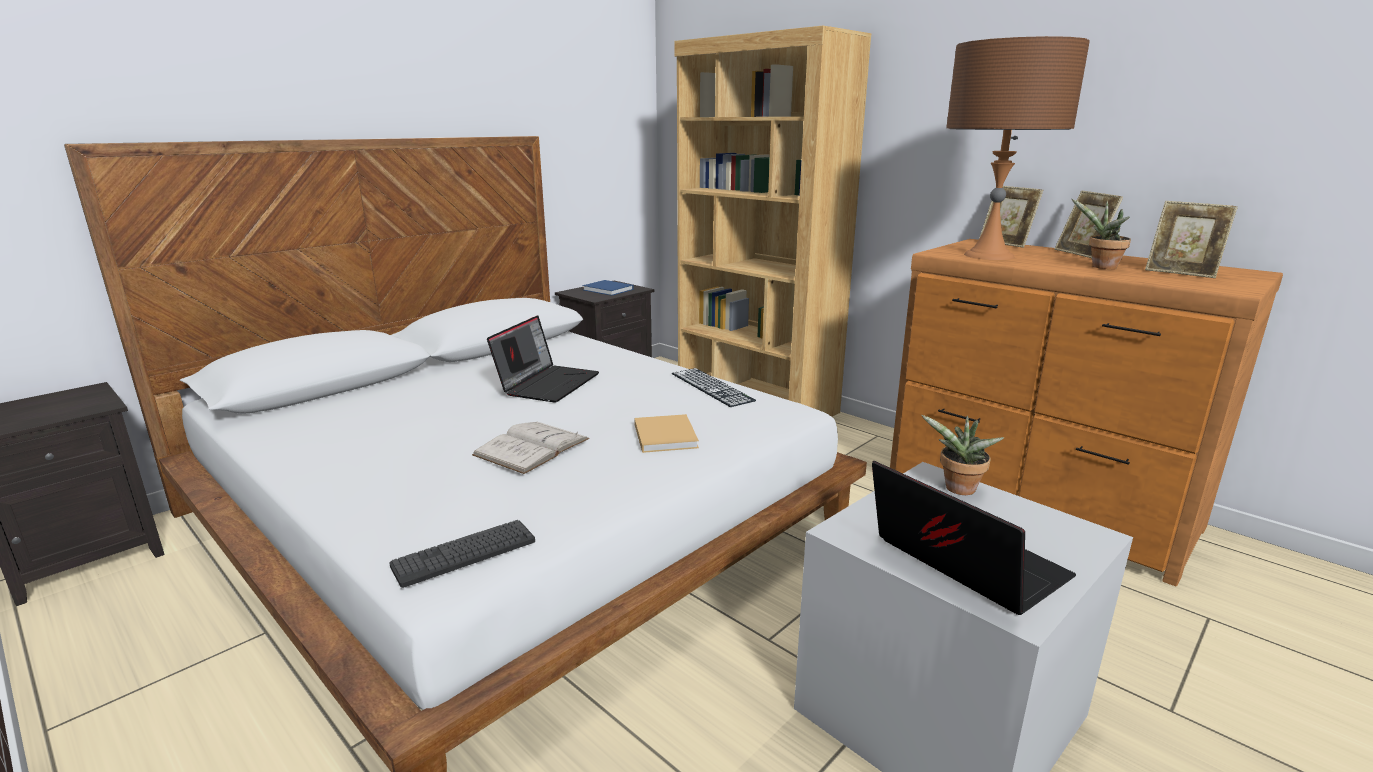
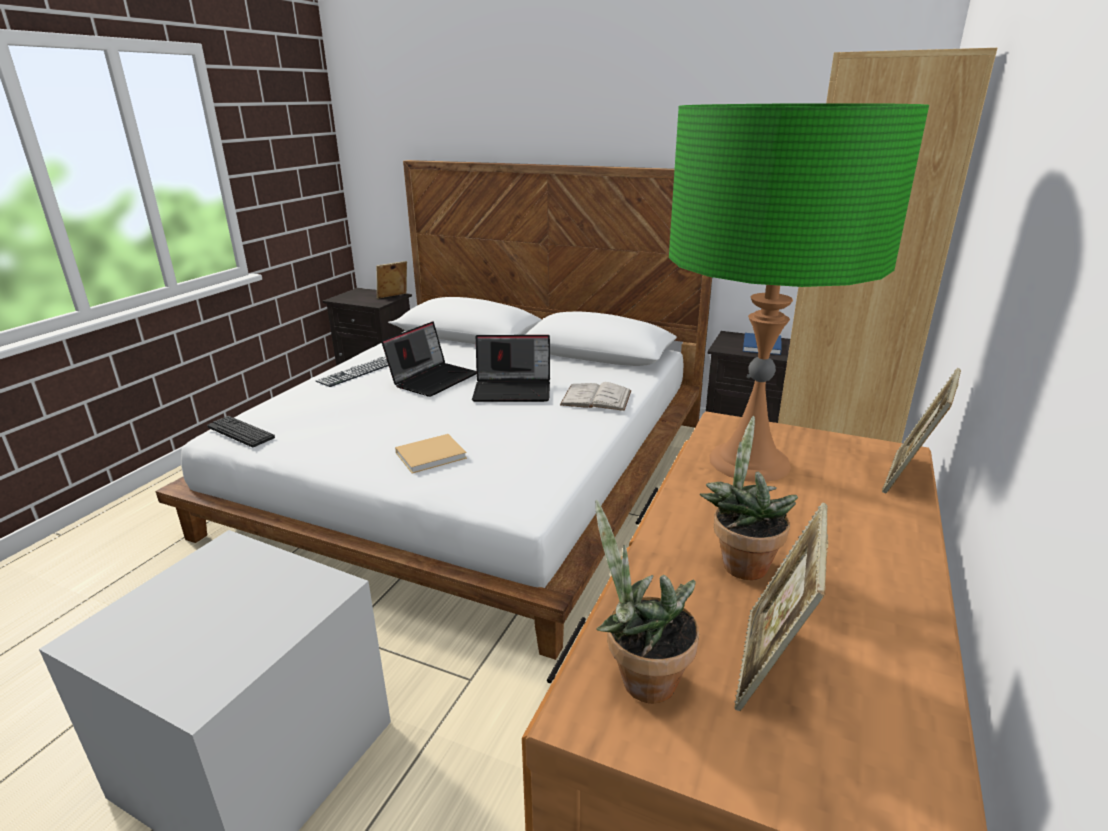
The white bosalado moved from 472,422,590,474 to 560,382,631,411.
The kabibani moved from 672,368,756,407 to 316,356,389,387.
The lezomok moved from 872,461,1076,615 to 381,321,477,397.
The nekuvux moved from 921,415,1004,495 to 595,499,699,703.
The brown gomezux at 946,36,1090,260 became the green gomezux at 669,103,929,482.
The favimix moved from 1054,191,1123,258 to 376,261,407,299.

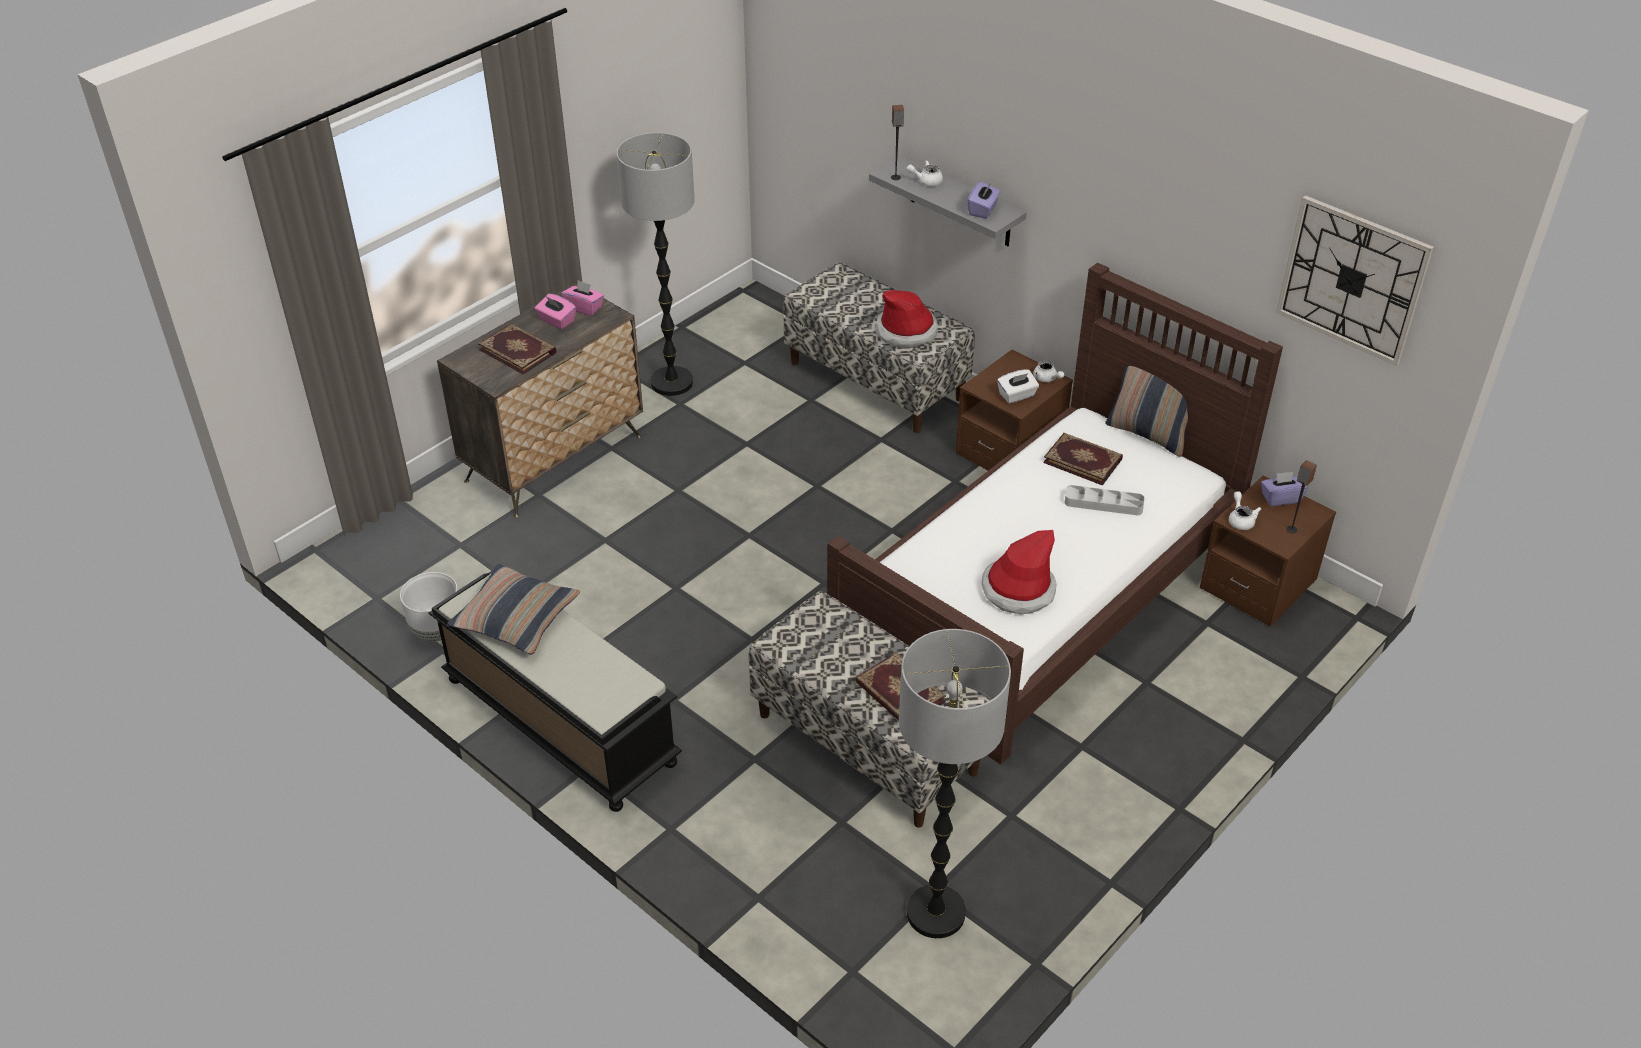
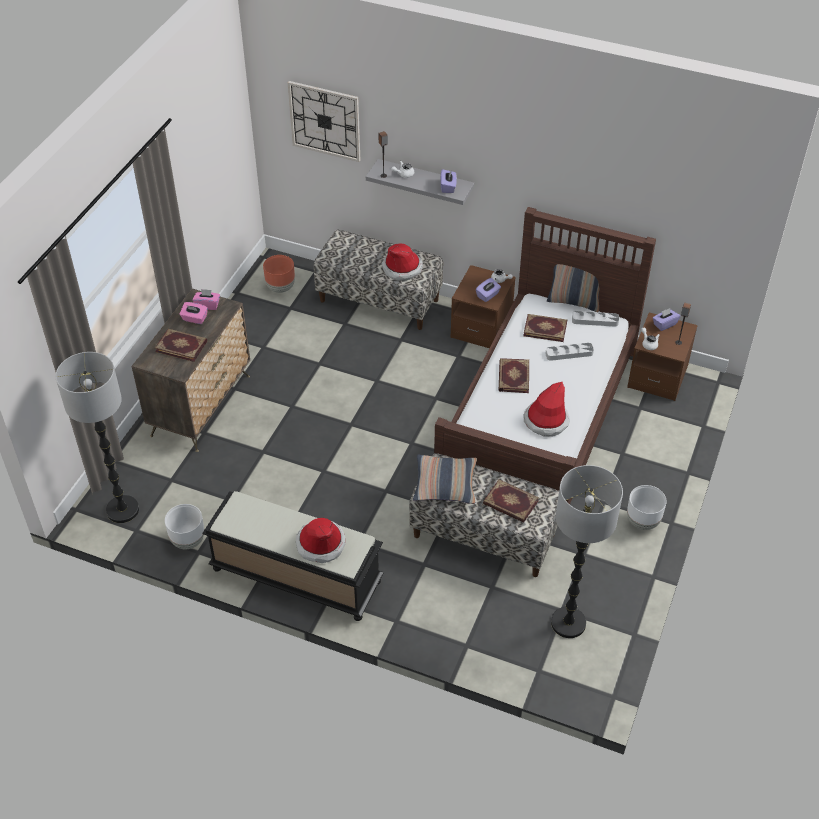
The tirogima moved from 447,564,580,655 to 413,455,477,504.
The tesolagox moved from 617,133,695,396 to 56,352,139,523.
The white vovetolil at 997,369,1039,403 became the purple vovetolil at 476,278,501,302.
The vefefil moved from 1276,195,1434,366 to 288,81,360,162.
The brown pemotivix at 263,255,295,293 appeared.
The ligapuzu at 296,518,345,563 appeared.
The bosalado at 499,358,529,393 appeared.
The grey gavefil at 572,311,619,327 appeared.
The white pemotivix at 627,485,667,530 appeared.

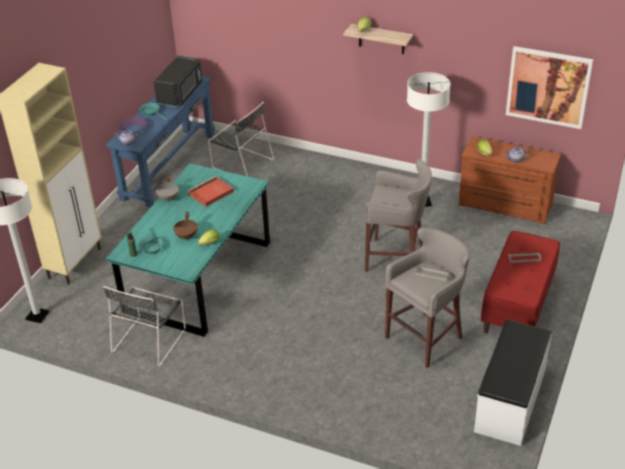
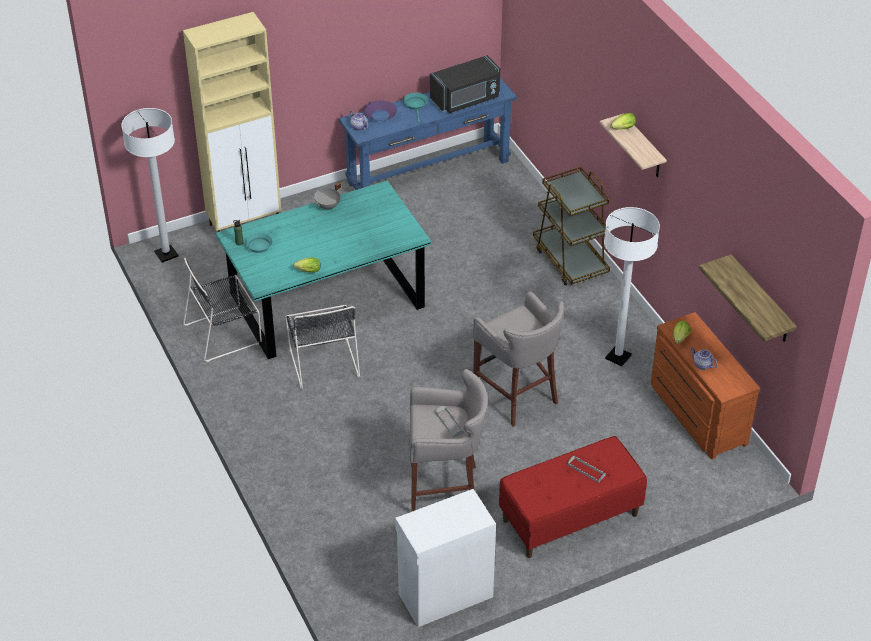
The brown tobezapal at 173,212,198,240 disappeared.
The red gavefil at 188,176,234,207 disappeared.
The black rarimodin moved from 208,102,274,176 to 285,305,360,389.
The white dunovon at 474,319,552,446 was replaced by the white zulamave at 395,489,496,627.
The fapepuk at 506,46,593,129 was replaced by the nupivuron at 699,254,797,342.
The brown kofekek at 533,167,610,286 appeared.

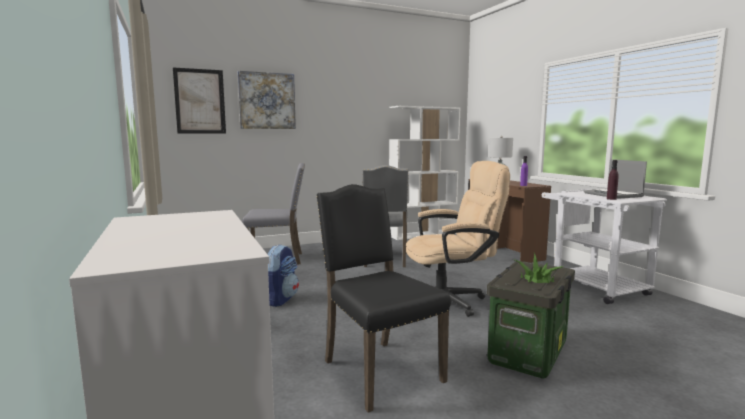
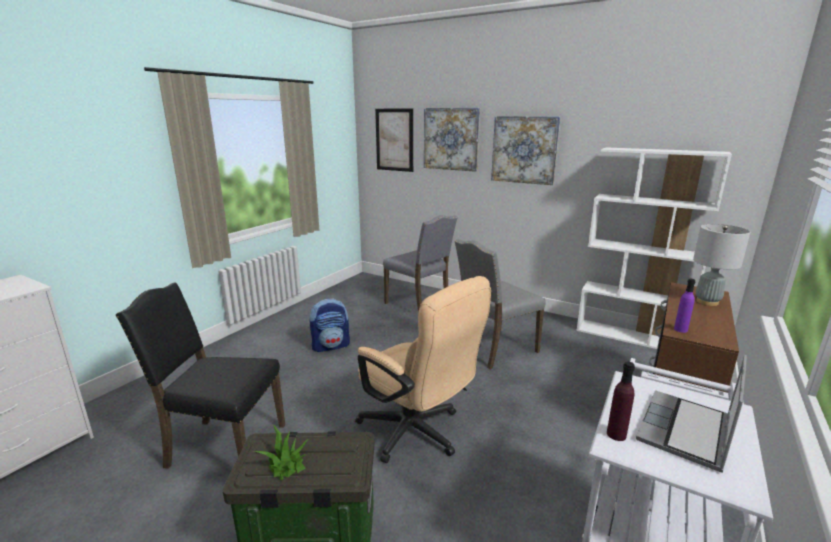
The black rarimodin at 317,184,451,413 turned 105 degrees counterclockwise.
The fapepuk at 491,116,561,185 appeared.

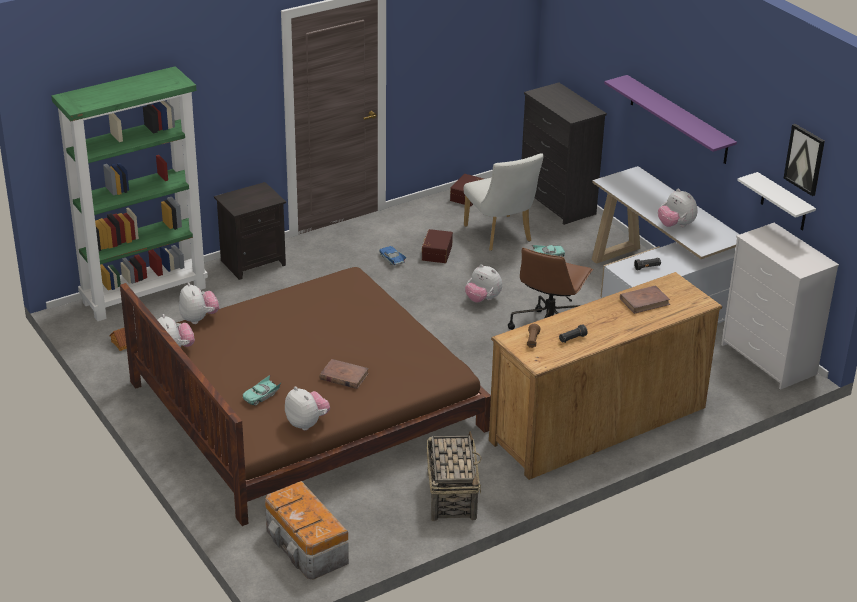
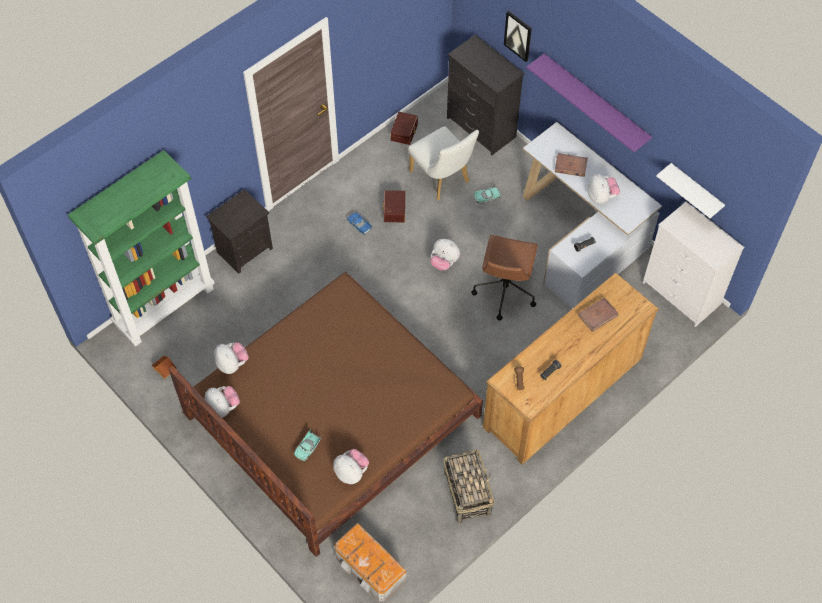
The brown bosalado moved from 319,359,369,389 to 555,153,588,177.
The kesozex at 658,188,698,227 turned 150 degrees counterclockwise.
The fapepuk moved from 783,124,825,196 to 504,11,532,62.

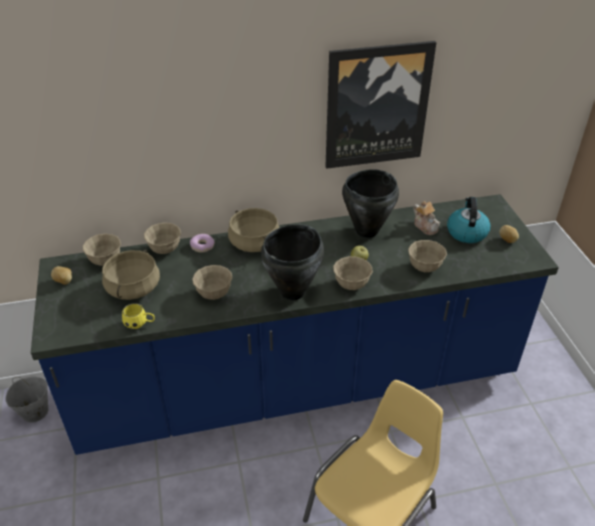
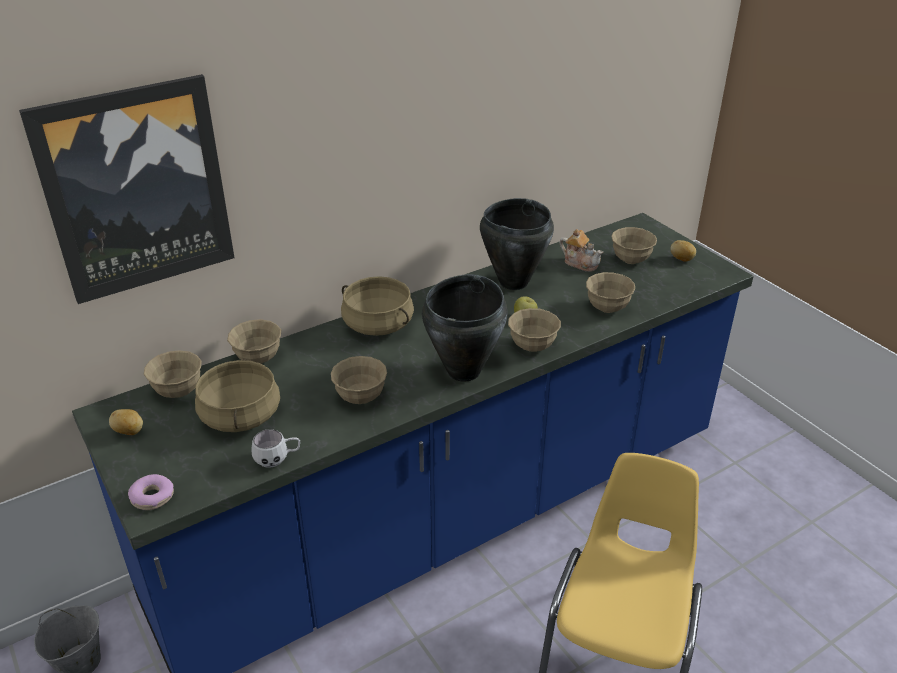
The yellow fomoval at 122,303,154,329 became the white fomoval at 252,429,300,468.
The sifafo moved from 190,234,215,253 to 128,474,174,510.
The fapepuk moved from 325,41,436,169 to 19,74,235,304.
The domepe at 447,197,490,243 was replaced by the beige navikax at 611,227,657,264.

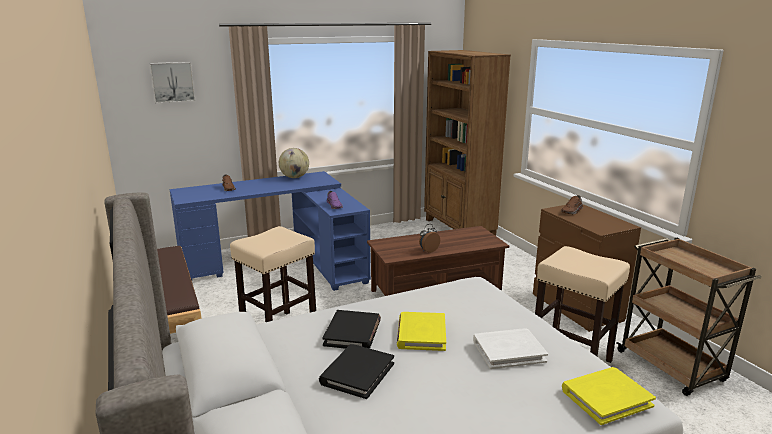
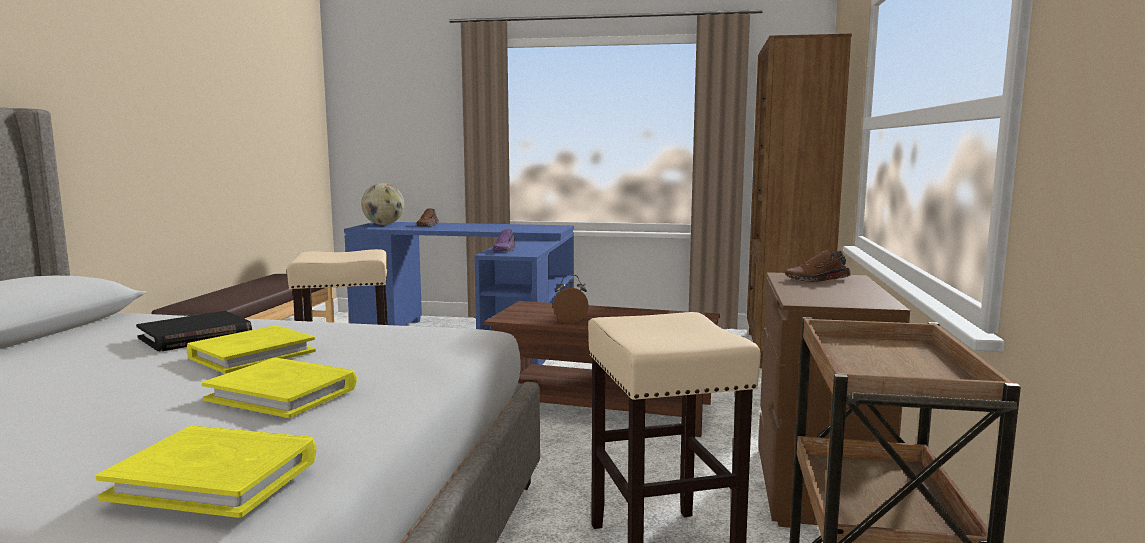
The fapepuk at 149,62,195,103 disappeared.
The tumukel moved from 279,148,309,178 to 361,183,404,225.
The black bosalado at 319,344,394,399 disappeared.
The white bosalado at 473,328,548,369 became the yellow bosalado at 202,358,357,418.

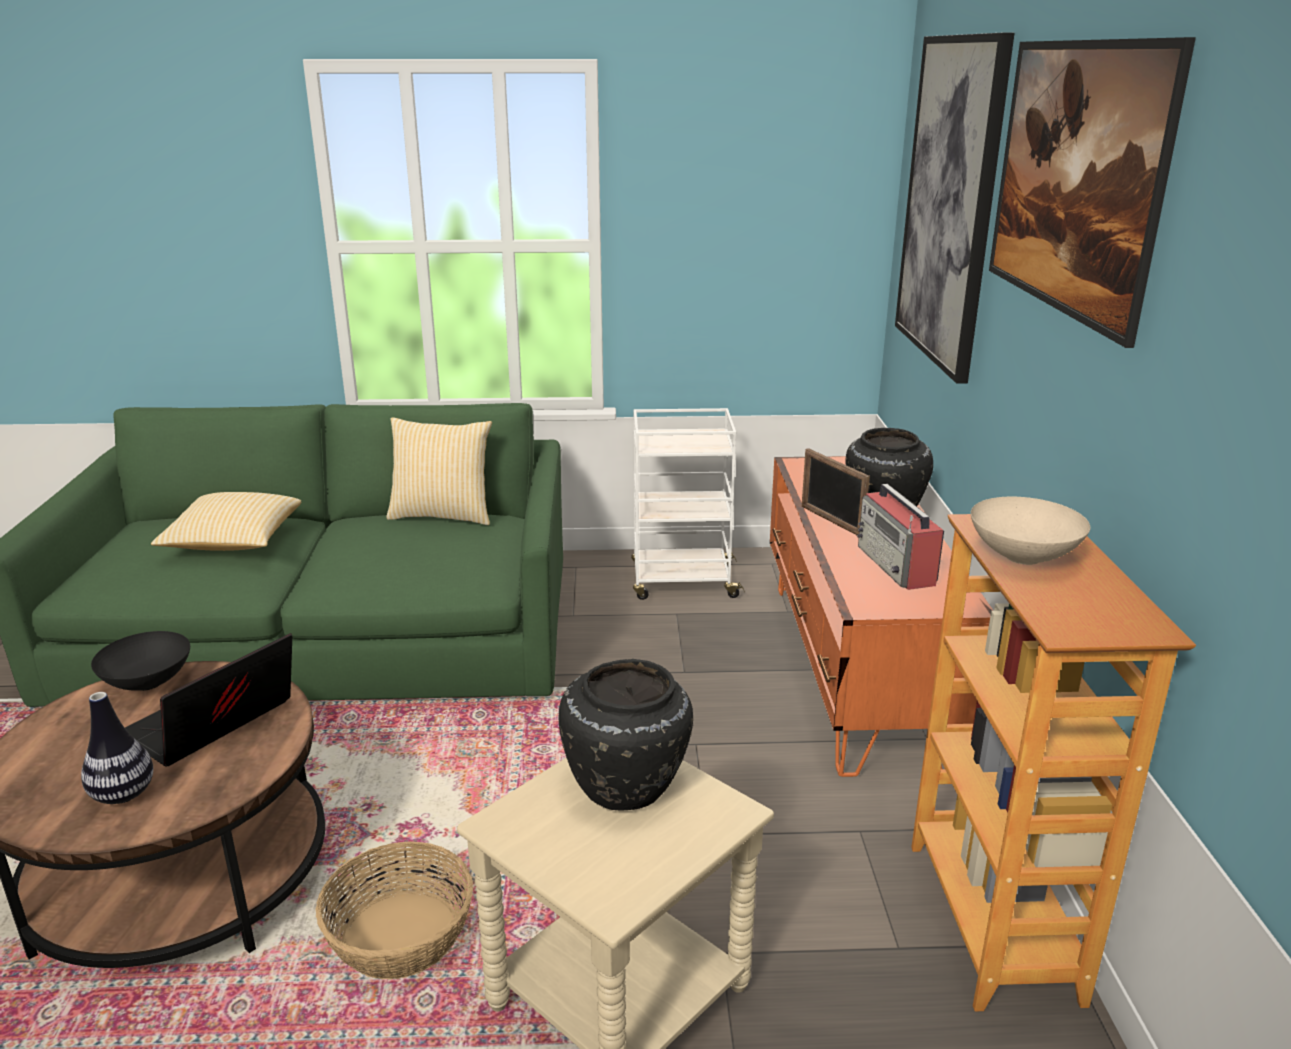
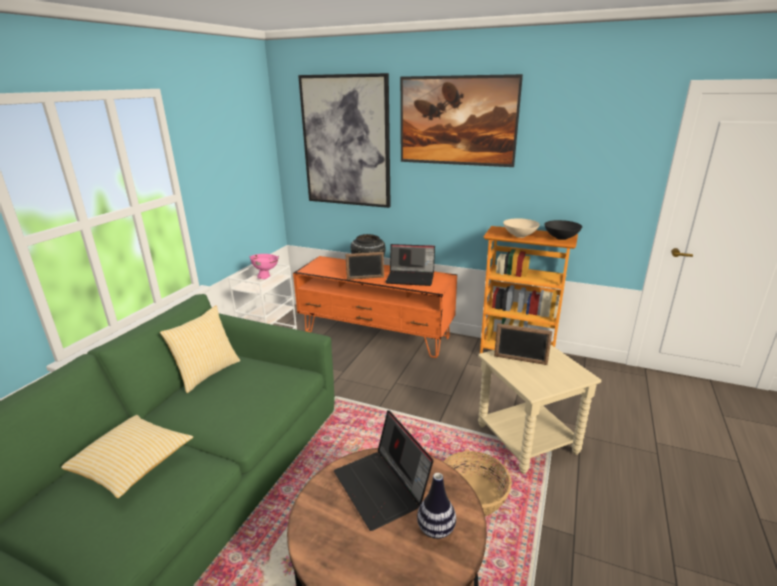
The black navikax moved from 91,631,190,691 to 544,220,582,240.
The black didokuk at 559,659,693,811 was replaced by the favimix at 494,323,552,365.
The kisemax at 857,484,944,590 was replaced by the lezomok at 386,244,435,286.
The pink navikax at 249,254,279,279 appeared.

